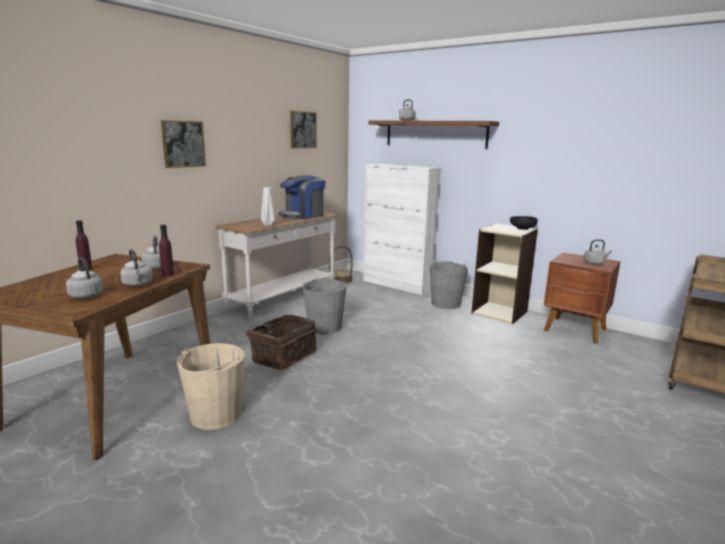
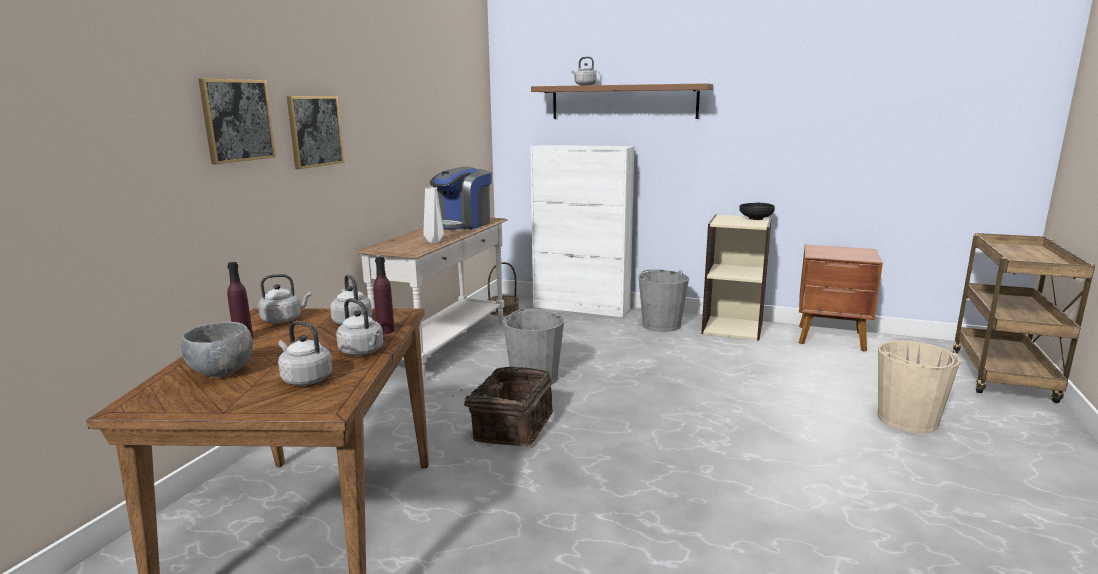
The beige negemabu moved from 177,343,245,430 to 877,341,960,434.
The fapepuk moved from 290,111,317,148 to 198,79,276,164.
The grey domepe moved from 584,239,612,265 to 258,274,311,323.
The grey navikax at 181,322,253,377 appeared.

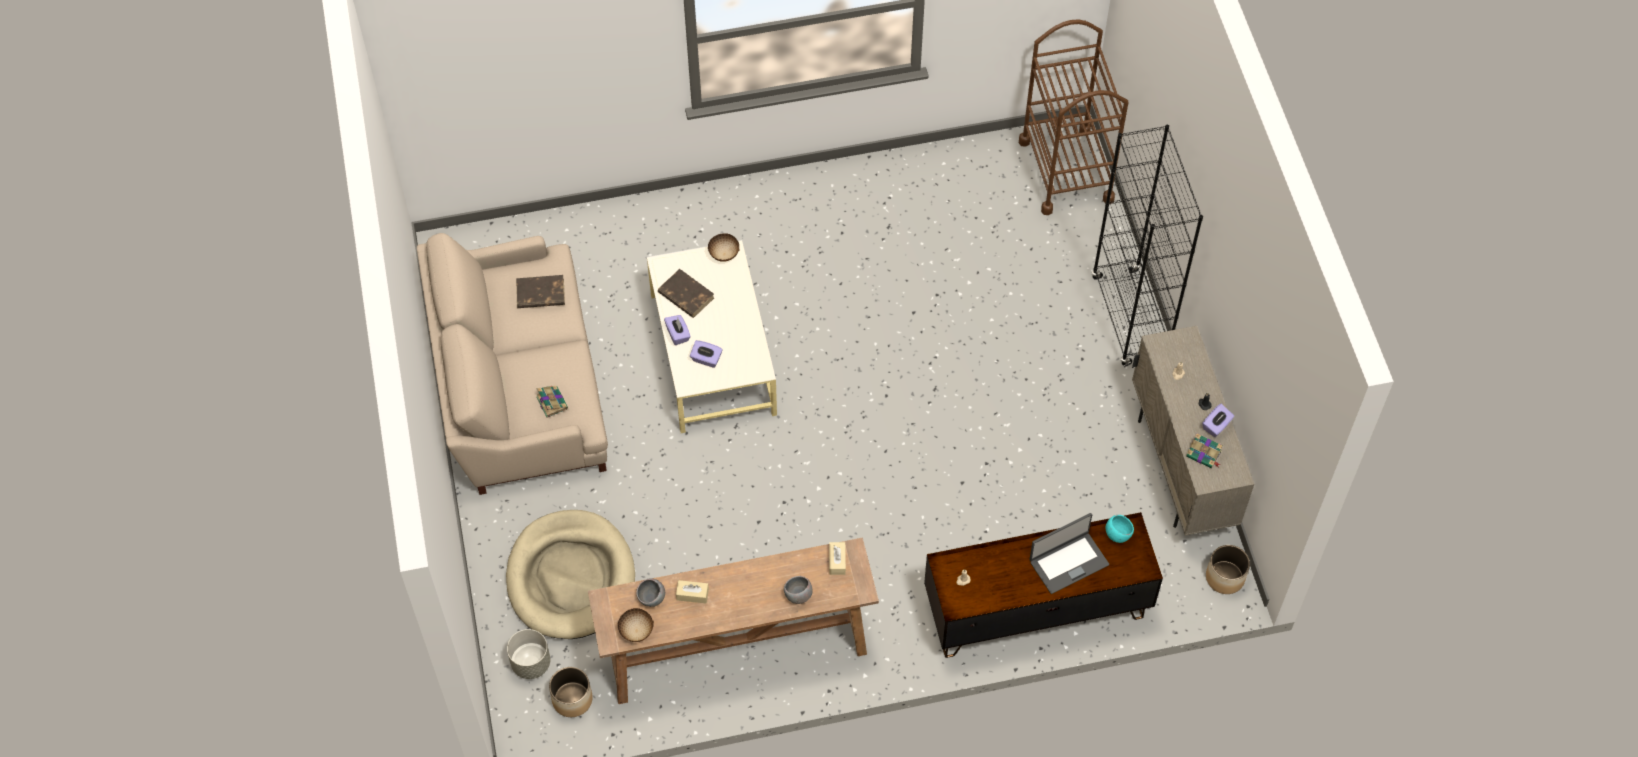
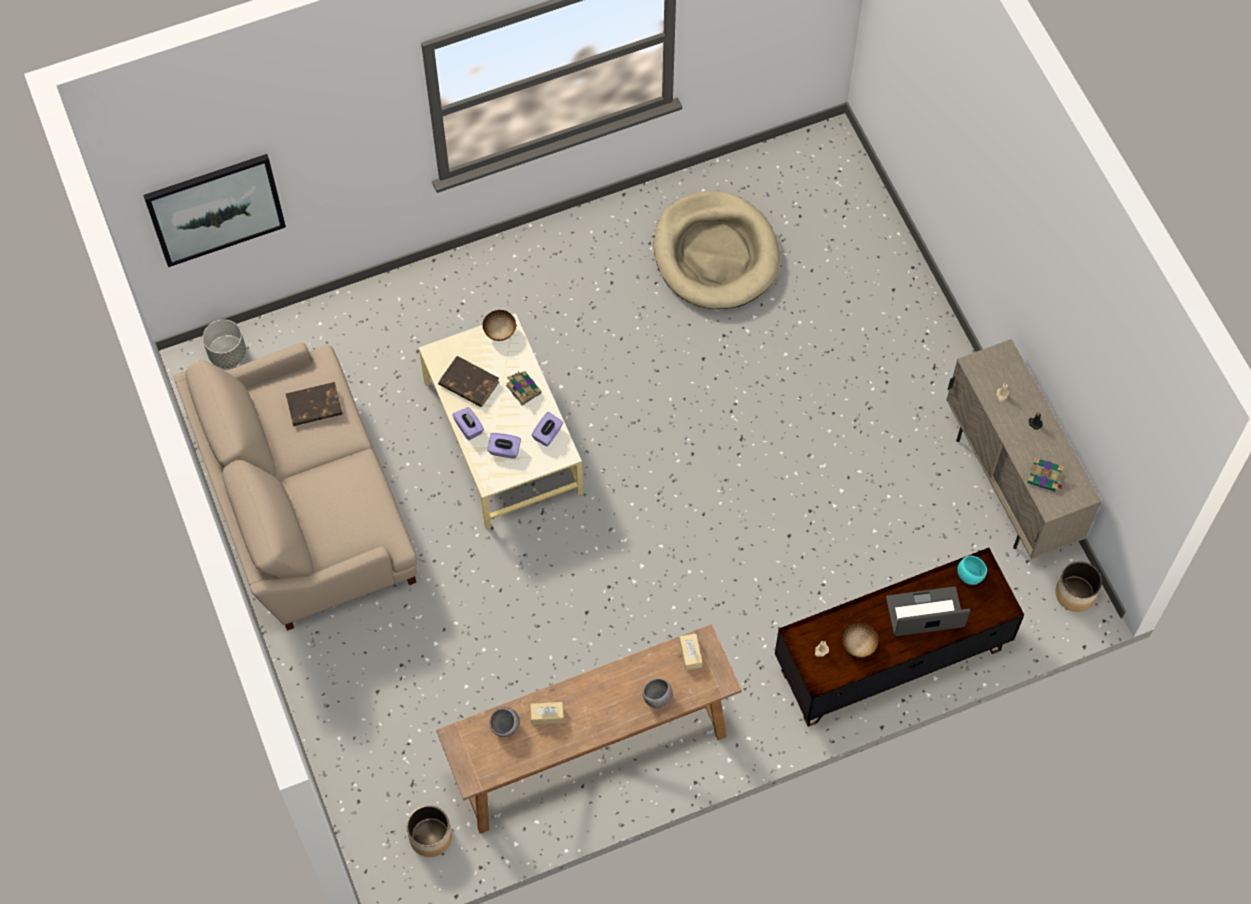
The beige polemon moved from 506,510,635,639 to 654,191,780,309.
The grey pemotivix moved from 507,629,550,679 to 203,320,246,368.
The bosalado moved from 536,386,568,418 to 506,371,542,406.
The navikax moved from 618,608,654,642 to 842,623,879,658.
The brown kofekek at 1019,19,1128,215 disappeared.
The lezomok at 1029,513,1109,594 turned 150 degrees counterclockwise.
The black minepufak at 1091,125,1203,366 disappeared.
The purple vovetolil moved from 1202,404,1234,437 to 532,412,563,447.
The fapepuk at 143,154,286,267 appeared.

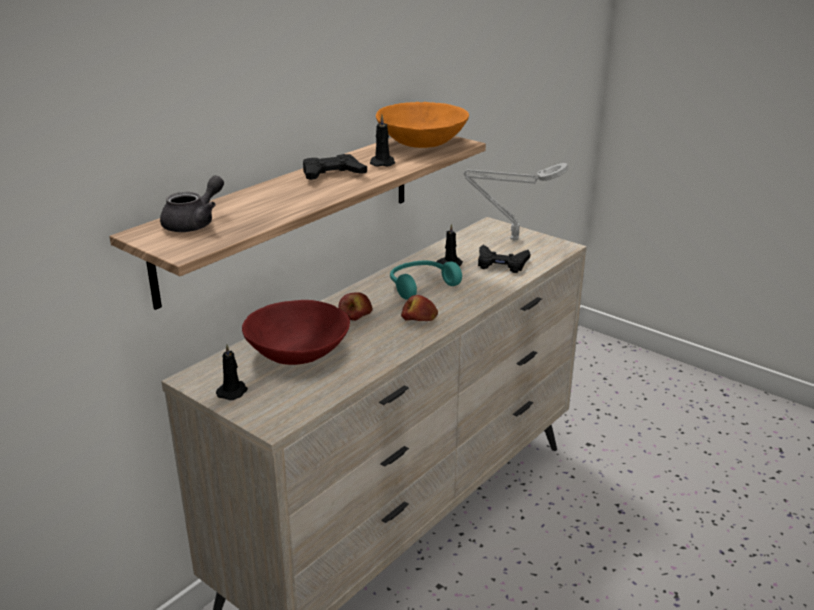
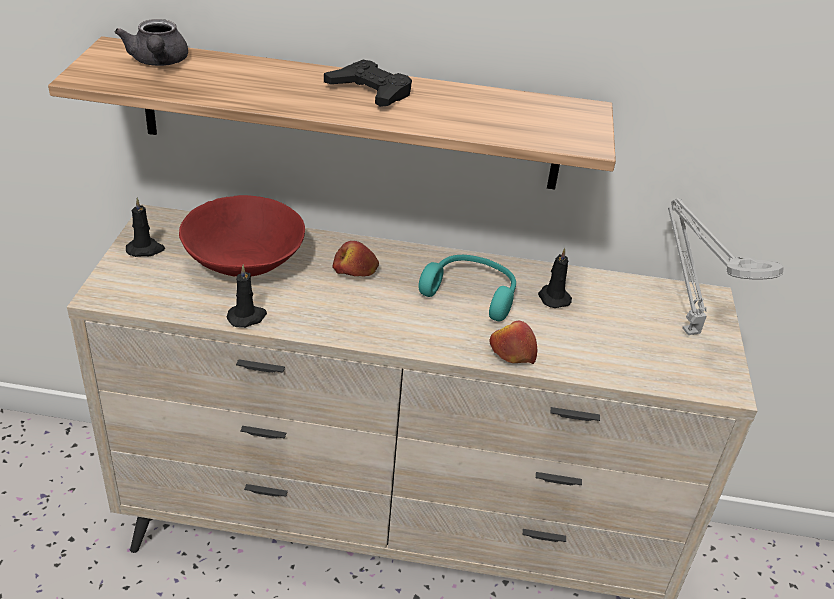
The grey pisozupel at 160,175,224,232 turned 75 degrees clockwise.
The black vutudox moved from 370,115,395,167 to 226,265,267,328.
The orange navikax at 376,102,469,148 disappeared.
The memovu moved from 401,295,438,321 to 489,321,537,364.
The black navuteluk at 478,245,531,273 disappeared.

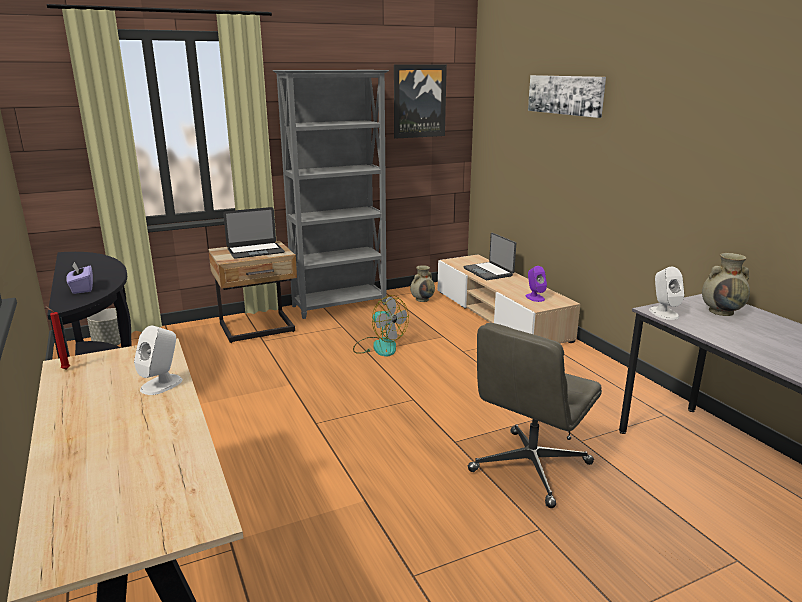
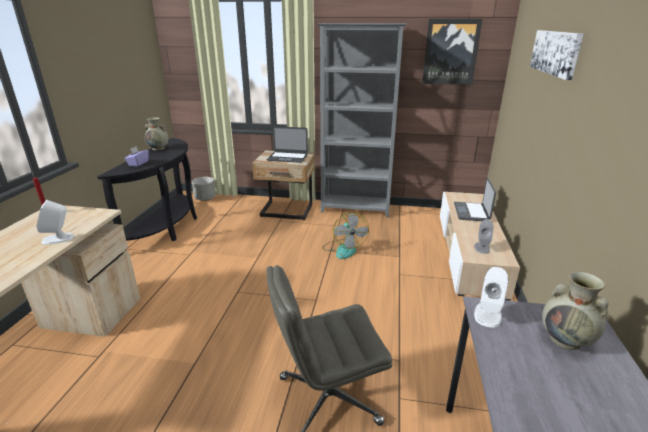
The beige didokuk moved from 410,265,435,302 to 145,117,169,151.
The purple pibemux at 526,266,547,302 became the grey pibemux at 474,219,493,254.

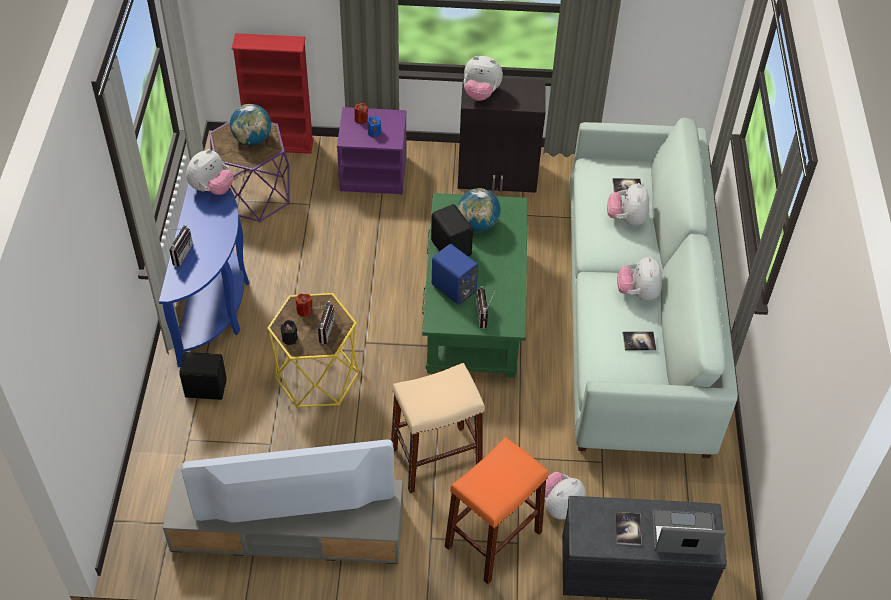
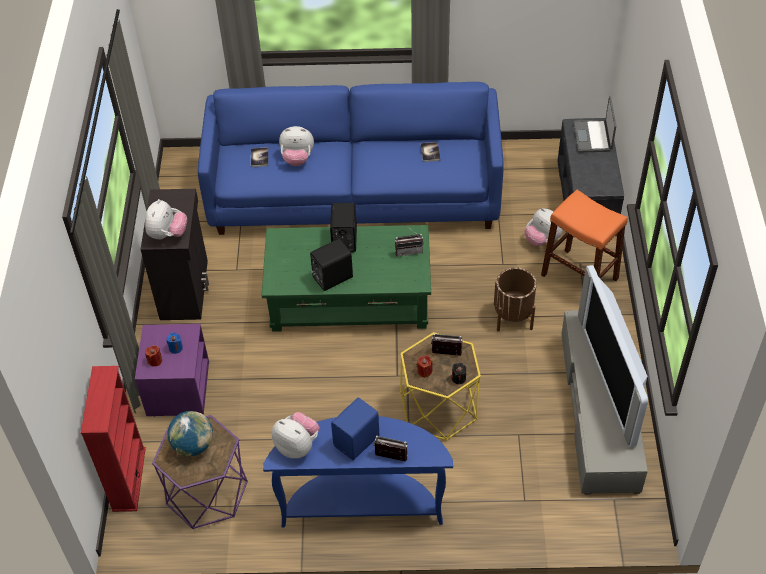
The black pibemux moved from 179,352,226,400 to 330,203,357,253.
The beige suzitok at 391,363,485,493 was replaced by the brown pemotivix at 494,267,536,332.
The blue pibemux moved from 432,244,478,305 to 331,398,379,460.
The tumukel at 458,188,500,231 disappeared.
The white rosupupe at 569,118,738,458 became the blue rosupupe at 198,82,504,235.
The bosalado at 616,512,641,546 disappeared.
The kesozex at 617,256,662,301 disappeared.

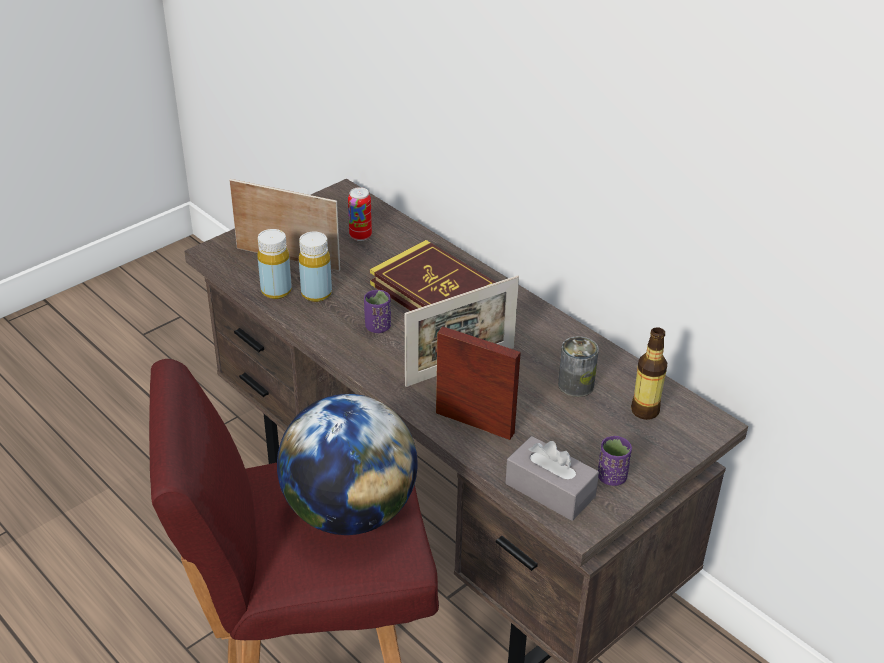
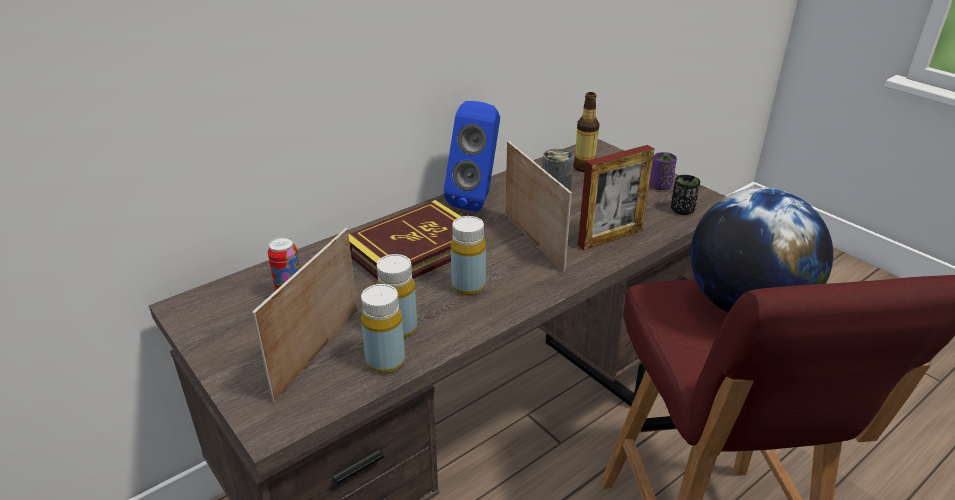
The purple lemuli at 364,290,391,333 was replaced by the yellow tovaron at 451,216,486,295.
The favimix at 436,326,521,440 turned 150 degrees counterclockwise.
The grey vovetolil at 505,436,599,521 was replaced by the black lemuli at 671,175,700,215.
The blue pibemux at 444,101,500,212 appeared.

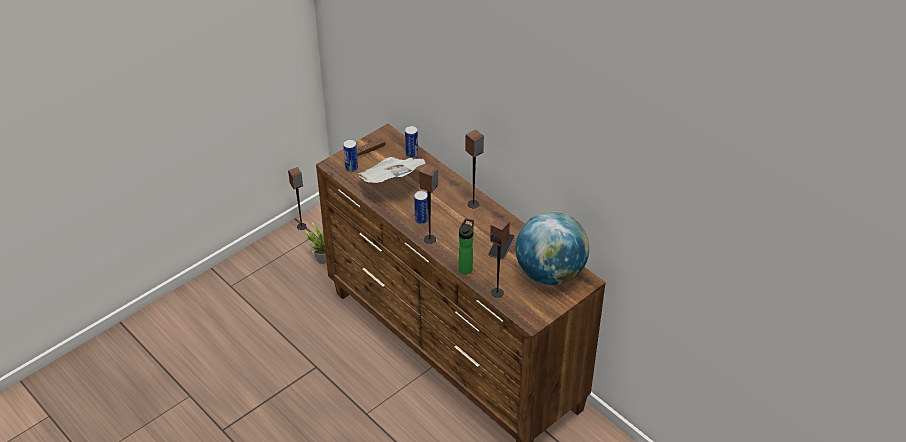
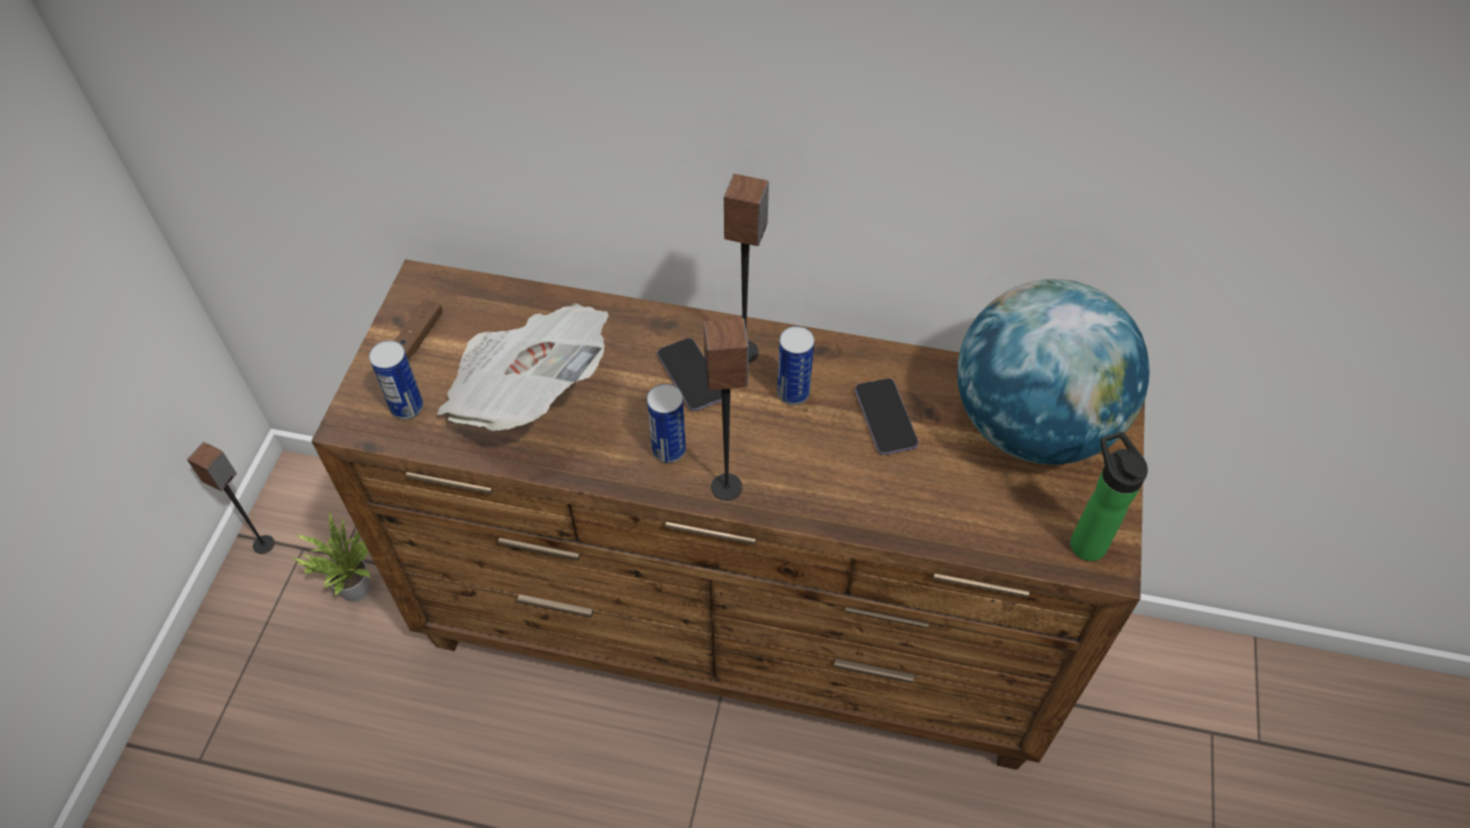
The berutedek moved from 405,126,418,158 to 777,326,814,405.
The tovaron moved from 459,219,474,274 to 1070,432,1148,561.
The pibemux at 490,216,510,298 disappeared.
The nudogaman at 657,338,722,411 appeared.

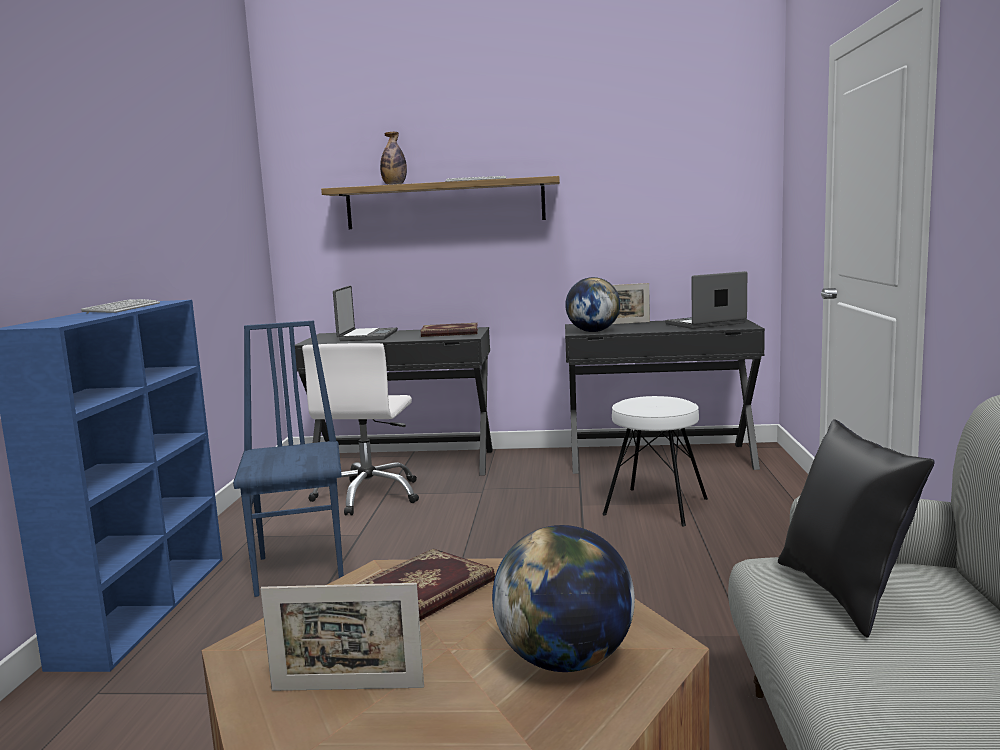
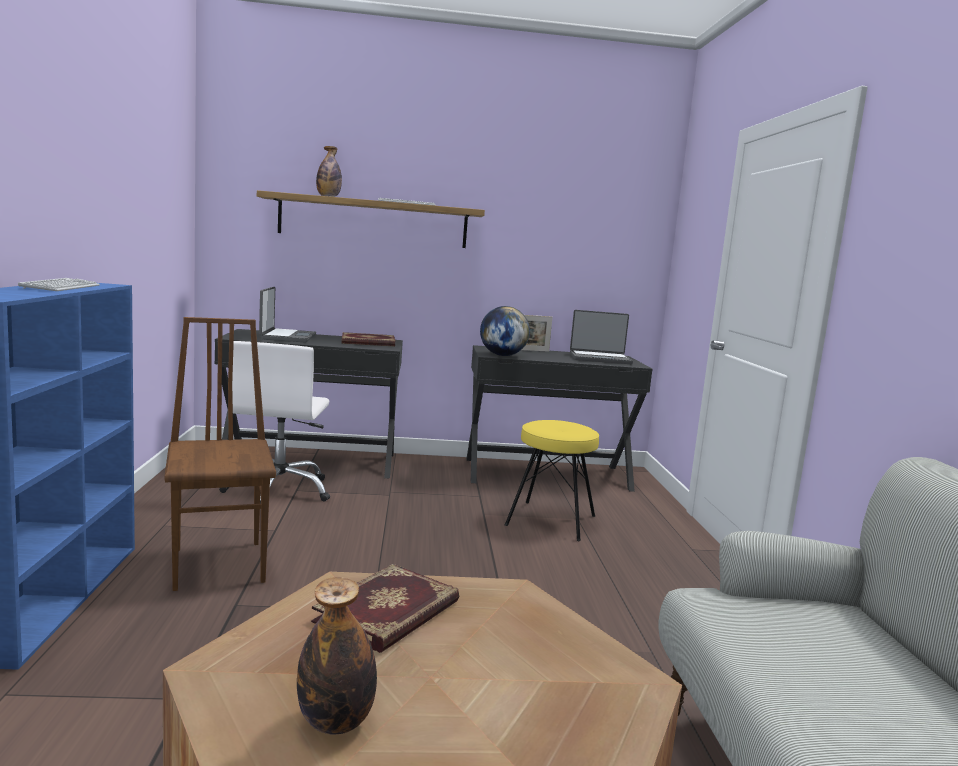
The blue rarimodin at 233,321,344,597 became the brown rarimodin at 165,317,276,591.
The favimix at 260,583,424,691 was replaced by the tovaron at 297,577,377,734.
The tumukel at 492,525,635,672 disappeared.
The white suzitok at 602,396,708,527 became the yellow suzitok at 505,420,599,541.
The lezomok at 665,271,747,329 turned 150 degrees counterclockwise.
The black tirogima at 778,419,935,638 disappeared.

